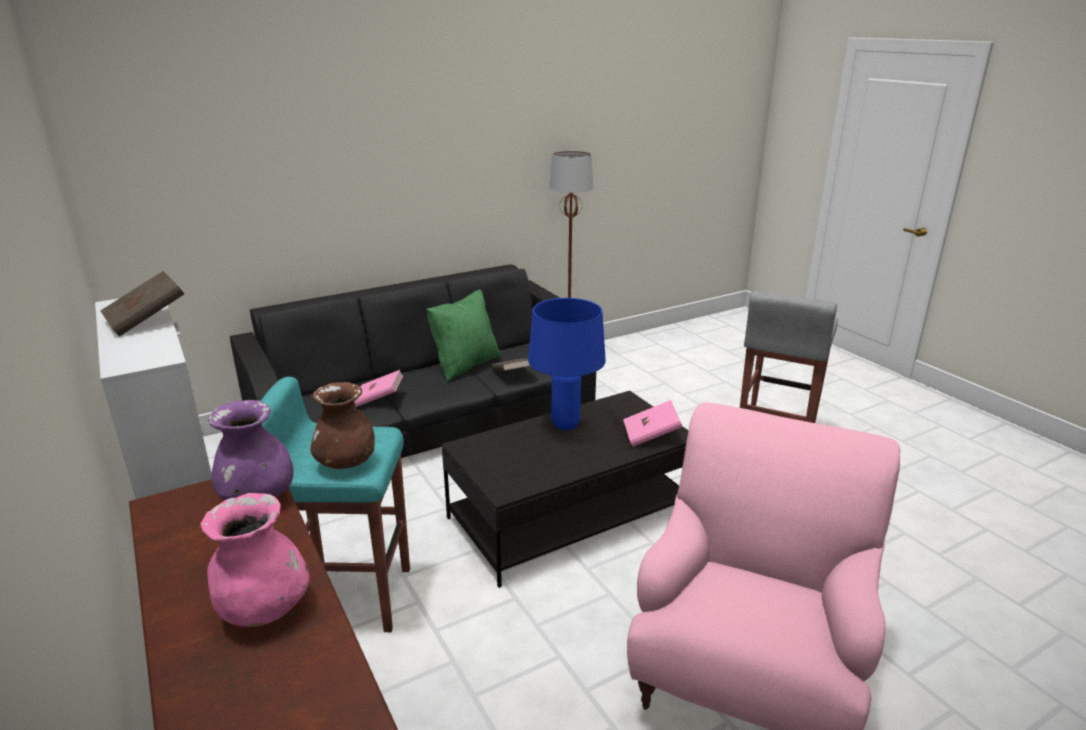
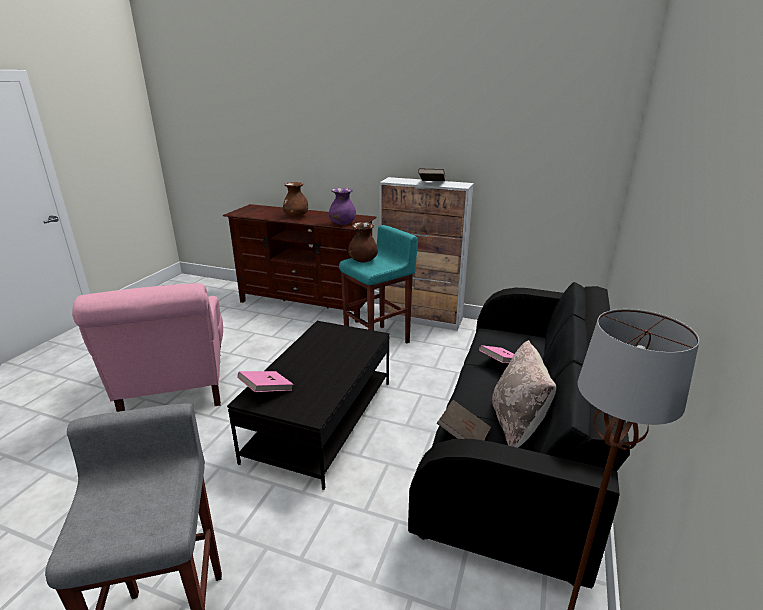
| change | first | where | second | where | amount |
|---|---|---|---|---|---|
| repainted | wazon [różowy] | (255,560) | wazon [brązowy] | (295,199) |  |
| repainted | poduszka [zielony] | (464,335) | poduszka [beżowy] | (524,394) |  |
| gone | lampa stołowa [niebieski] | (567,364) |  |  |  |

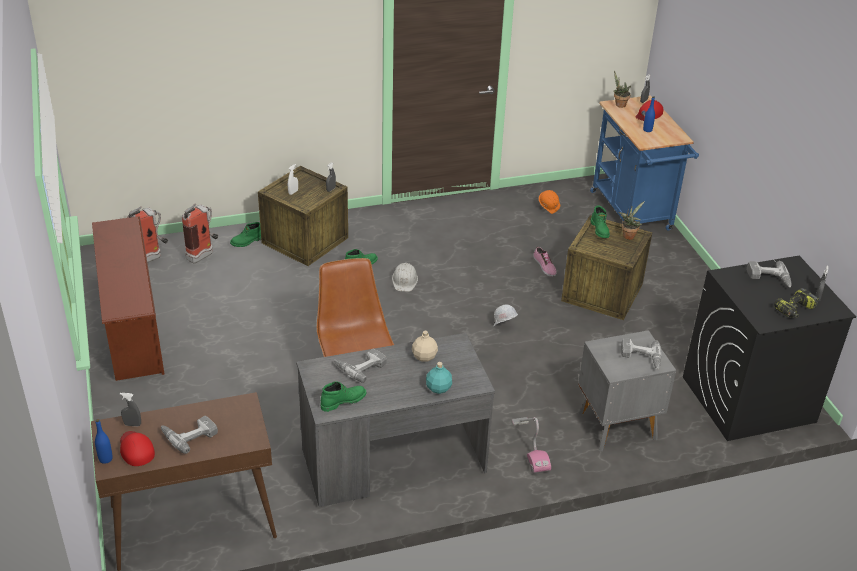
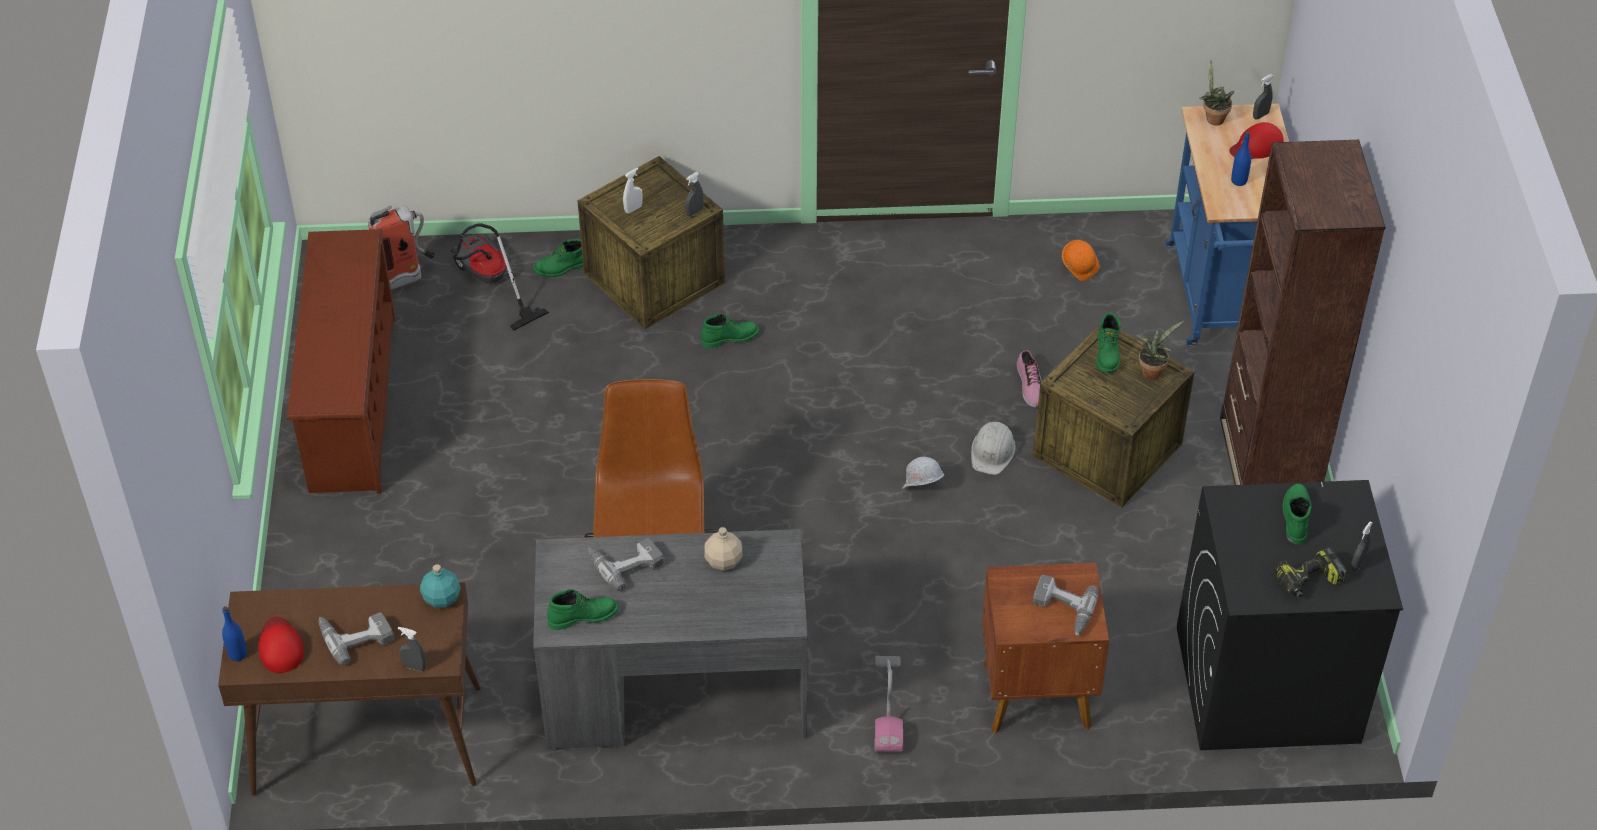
| change | first | where | second | where | amount |
|---|---|---|---|---|---|
| shifted | spryskiwacz [szary] | (130,409) |  | (412,649) |  |
| swapped | gaśnica | (200,233) | odkurzacz | (499,277) |  |
| shifted | kask [biały] | (405,277) |  | (993,448) |  |
| shifted | butelka [turkusowy] | (439,378) |  | (440,586) |  |
| repainted | szafka nocna [szary] | (627,390) | szafka nocna [brązowy] | (1045,648) |  |
| swapped | wiertarka | (769,274) | but z cholewką [zielony] | (1297,514) |  |
| new |  |  | regał [brązowy] | (1302,312) |  |

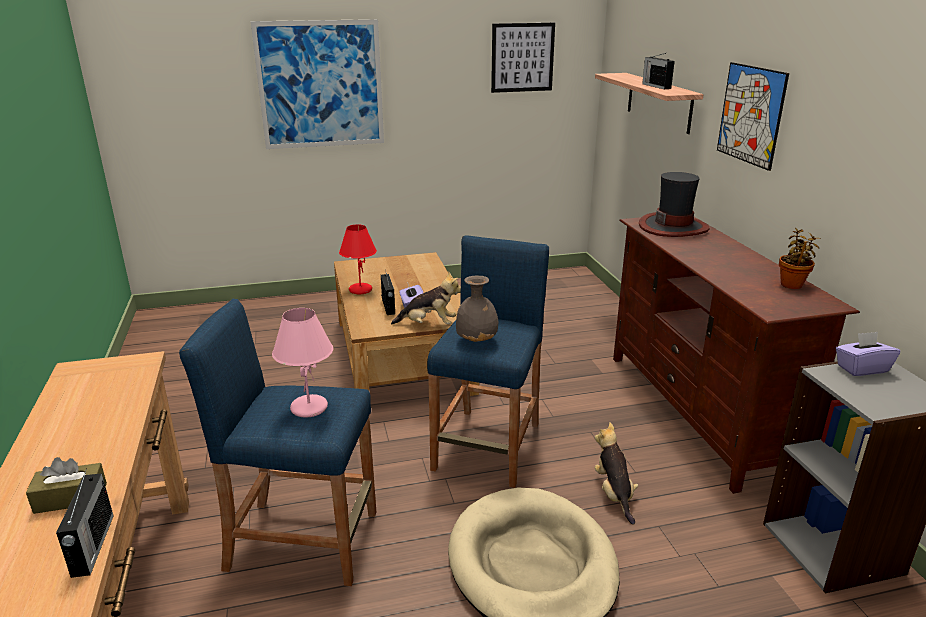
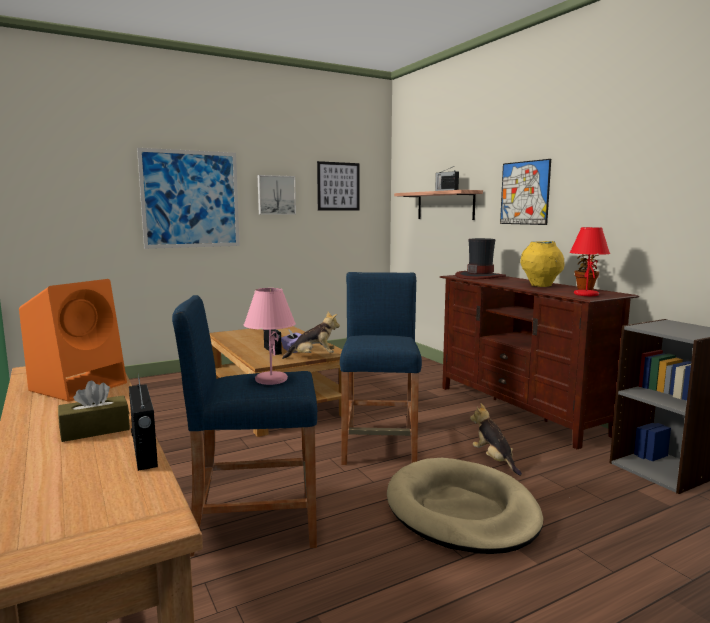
| change | first | where | second | where | amount |
|---|---|---|---|---|---|
| shifted | lampa stołowa [czerwony] | (358,259) |  | (590,261) |  |
| gone | wazon [szary] | (477,309) |  |  |  |
| gone | pudełko chusteczek [fioletowy] | (868,354) |  |  |  |
| new |  |  | głośnik [pomarańczowy] | (73,340) |  |
| new |  |  | obraz | (277,195) |  |
| new |  |  | wazon [żółty] | (542,264) |  |

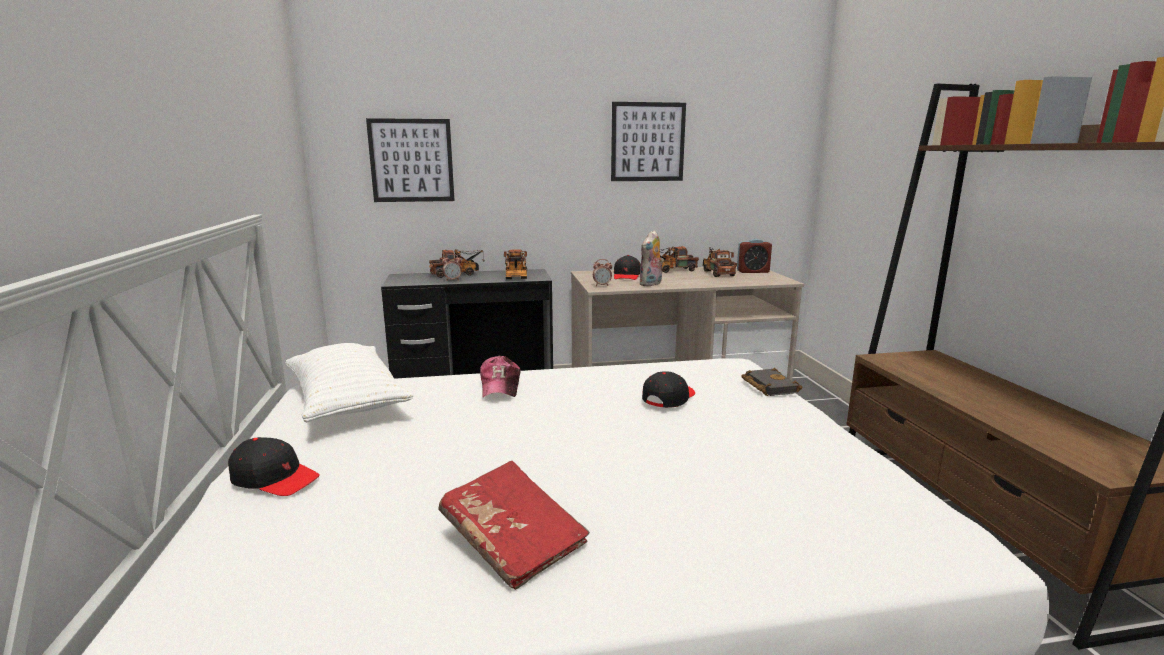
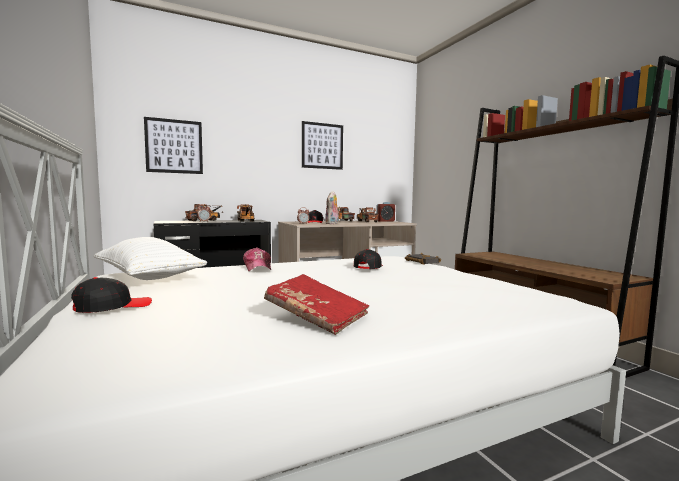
| change | first | where | second | where | amount |
|---|---|---|---|---|---|
| rotated | czapka z daszkiem [czarny] | (274,466) |  | (111,295) | 45 degrees counterclockwise |

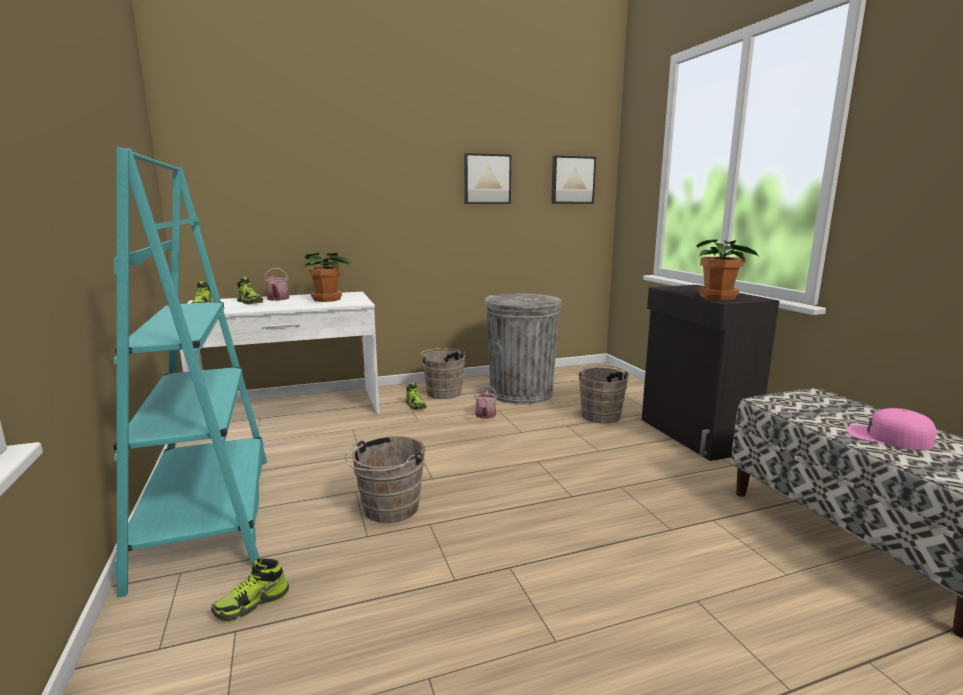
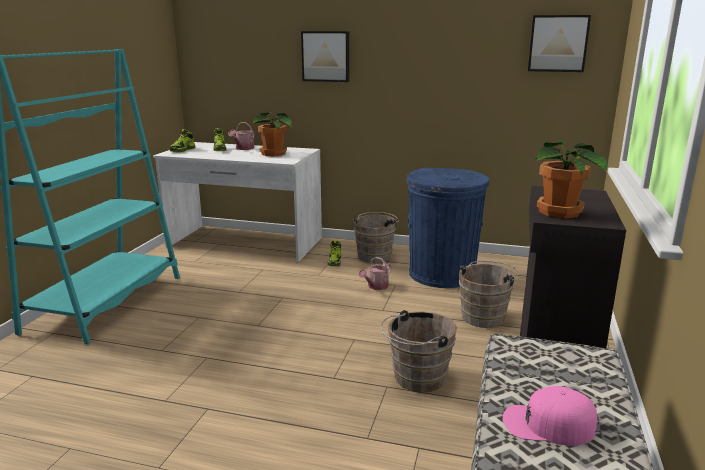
| change | first | where | second | where | amount |
|---|---|---|---|---|---|
| gone | but | (250,590) |  |  |  |
| shifted | wiadro [brązowy] | (385,479) |  | (419,351) |  |
| shifted | obraz | (487,178) |  | (325,56) |  |
| repainted | kosz na śmieci [szary] | (523,349) | kosz na śmieci [niebieski] | (447,228) |  |
| rotated | czapka z daszkiem [różowy] | (891,429) |  | (550,416) | 60 degrees counterclockwise |

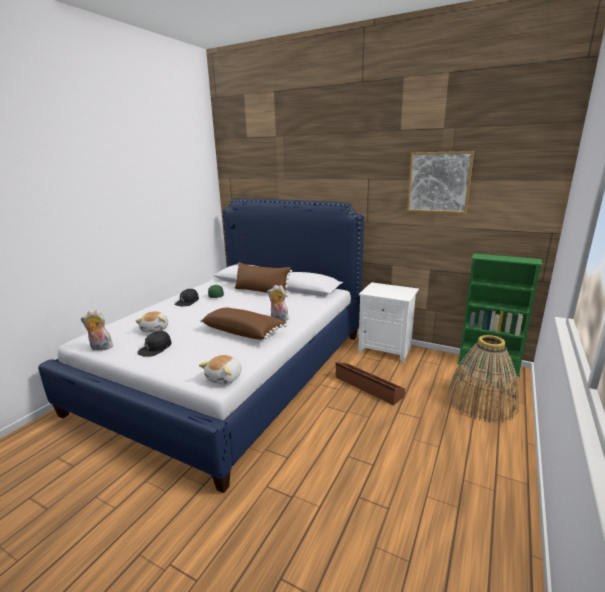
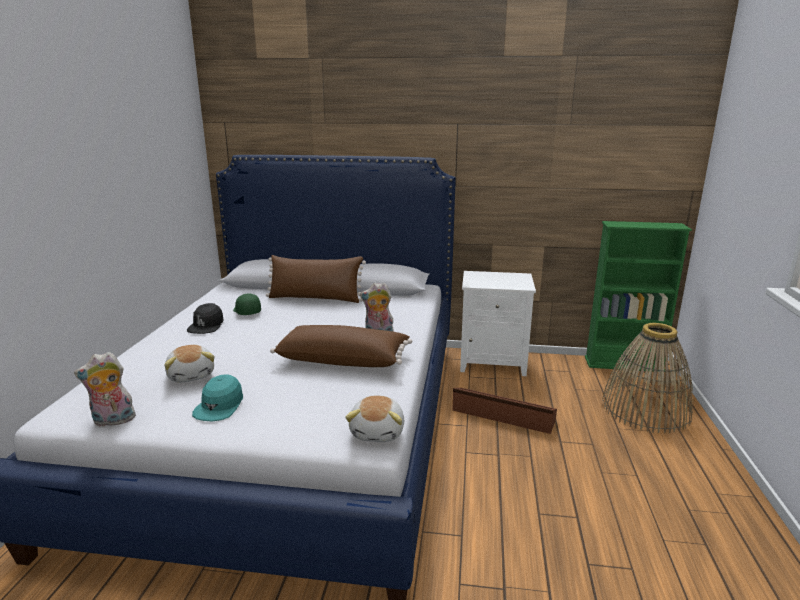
| change | first | where | second | where | amount |
|---|---|---|---|---|---|
| repainted | czapka z daszkiem [czarny] | (154,344) | czapka z daszkiem [turkusowy] | (217,398) |  |
| gone | obraz | (440,182) |  |  |  |

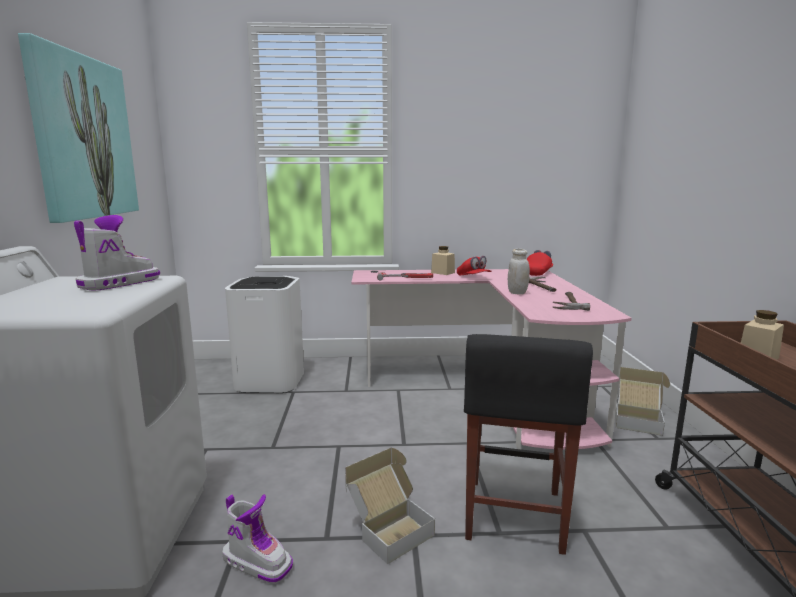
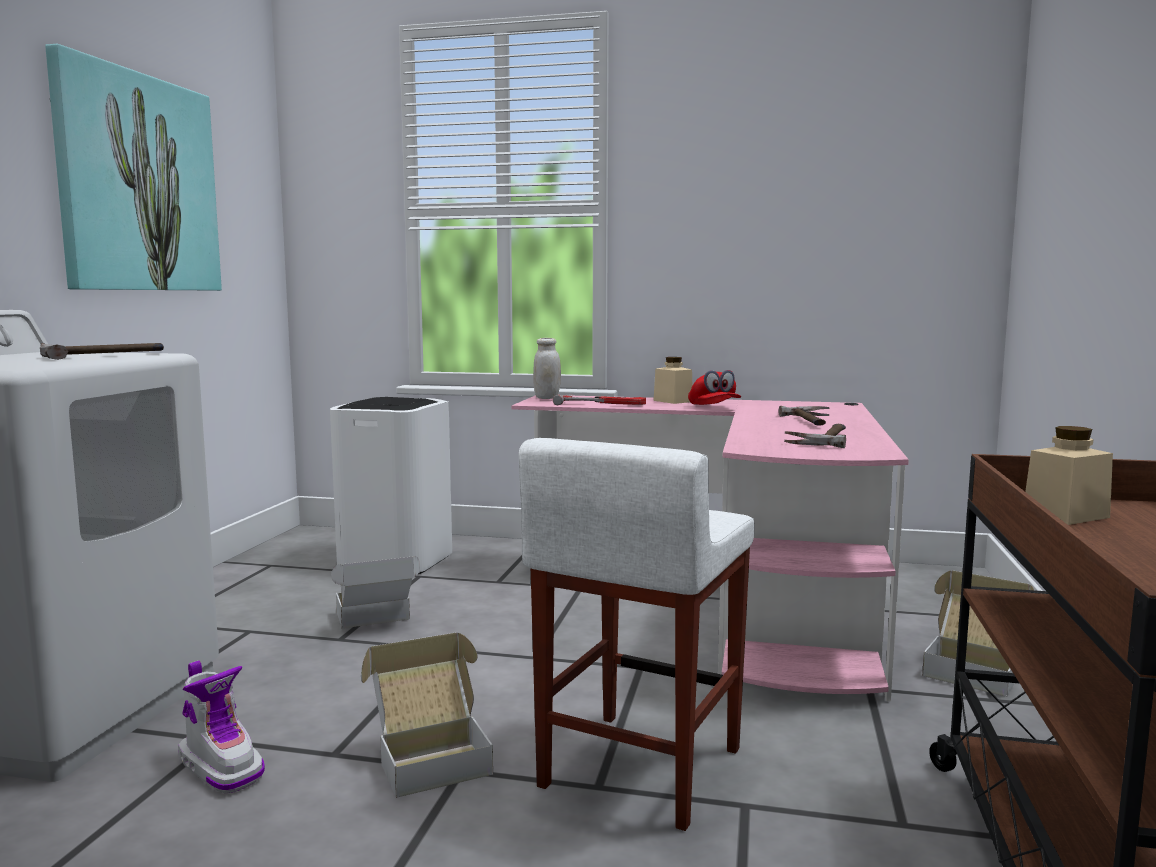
| change | first | where | second | where | amount |
|---|---|---|---|---|---|
| swapped | but z cholewką | (117,252) | młotek | (102,351) |  |
| repainted | stołek [czarny] | (528,444) | stołek [biały] | (637,634) |  |
| shifted | słoik [biały] | (519,271) |  | (547,368) |  |
| gone | czapka z daszkiem [czerwony] | (540,263) |  |  |  |
| new |  |  | karton | (375,592) |  |

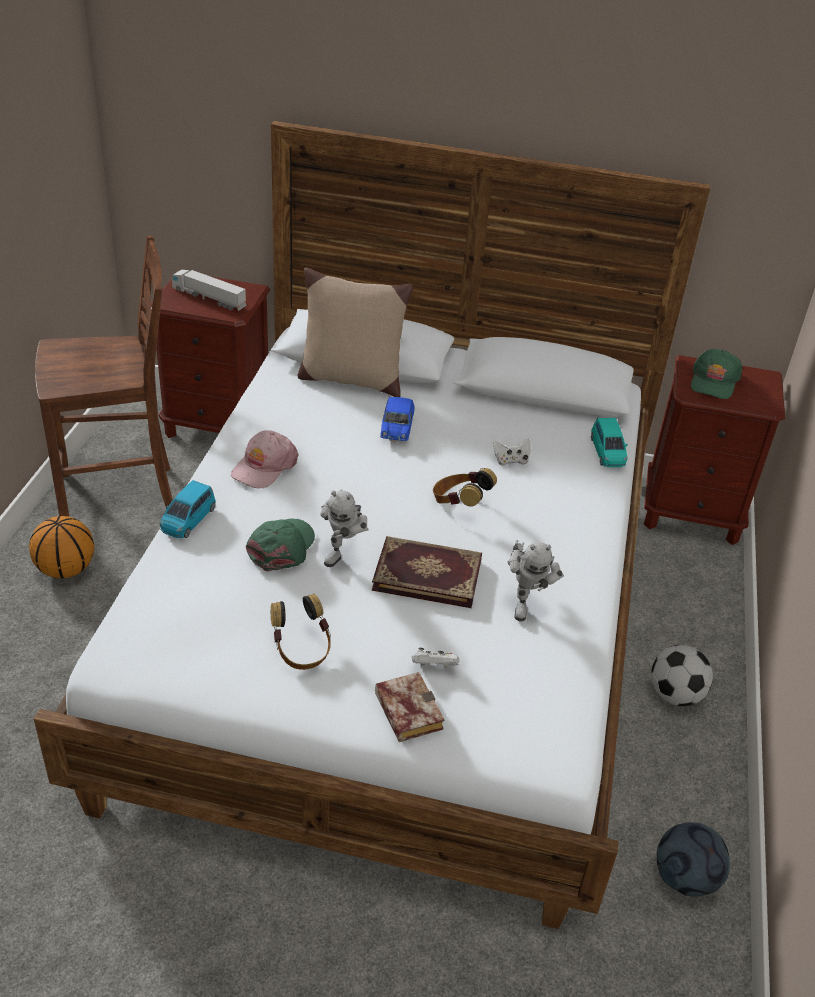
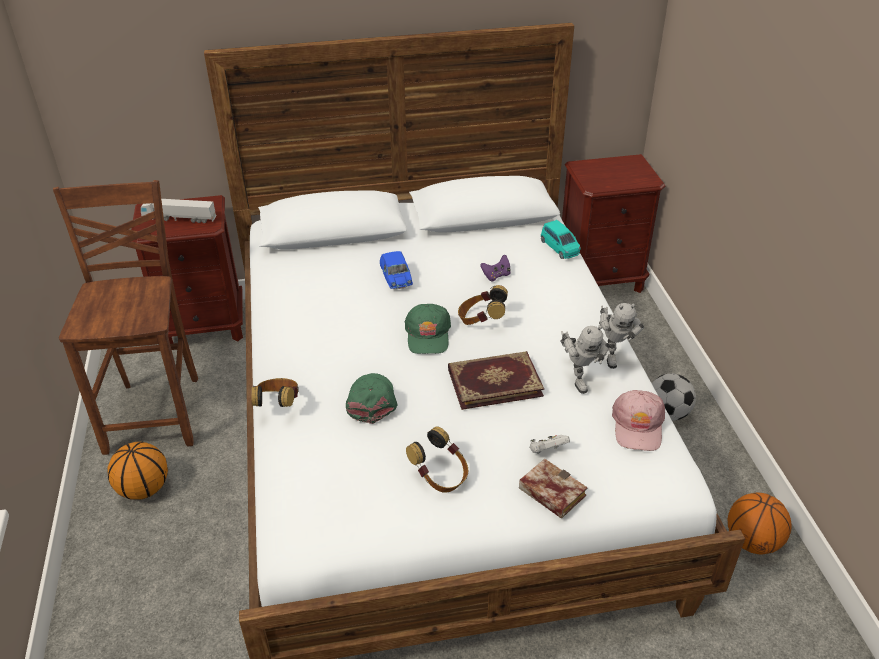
| change | first | where | second | where | amount |
|---|---|---|---|---|---|
| rotated | krzesło [brązowy] | (104,376) |  | (125,317) | 60 degrees counterclockwise |
| swapped | samochodzik [niebieski] | (187,509) | słuchawki | (275,392) |  |
| shifted | czapka z daszkiem [różowy] | (264,459) |  | (638,420) |  |
| gone | poduszka [beżowy] | (355,332) |  |  |  |
| shifted | robot zabawkowy | (344,528) |  | (621,336) |  |
| repainted | pad do gier [biały] | (512,452) | pad do gier [fioletowy] | (495,267) |  |
| swapped | piłka futbolowa | (693,859) | piłka do koszykówki | (760,523) |  |
| shifted | czapka z daszkiem [zielony] | (716,374) |  | (428,329) |  |

